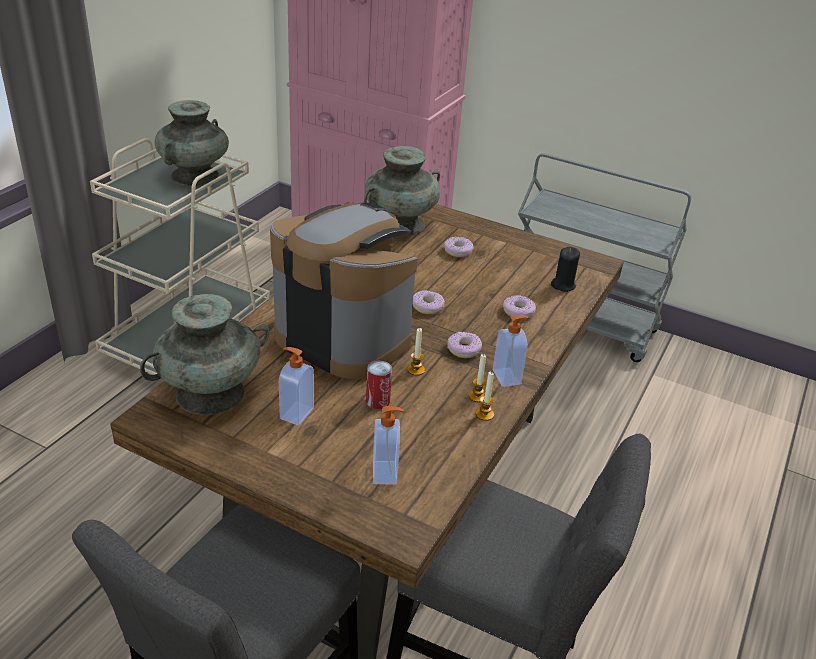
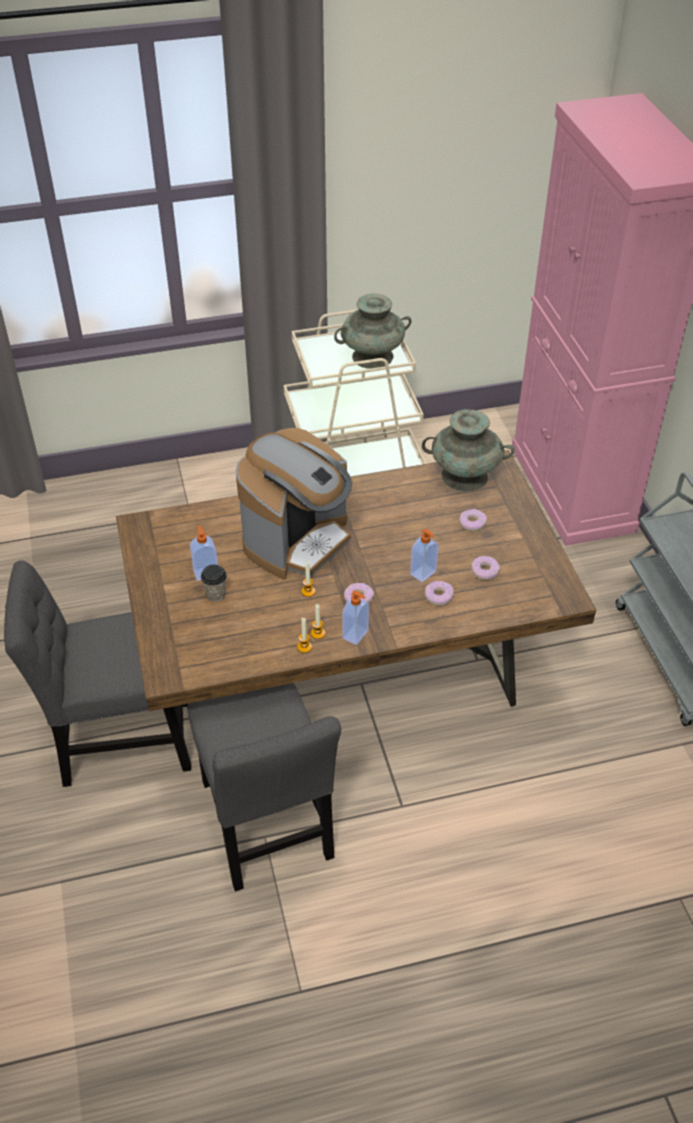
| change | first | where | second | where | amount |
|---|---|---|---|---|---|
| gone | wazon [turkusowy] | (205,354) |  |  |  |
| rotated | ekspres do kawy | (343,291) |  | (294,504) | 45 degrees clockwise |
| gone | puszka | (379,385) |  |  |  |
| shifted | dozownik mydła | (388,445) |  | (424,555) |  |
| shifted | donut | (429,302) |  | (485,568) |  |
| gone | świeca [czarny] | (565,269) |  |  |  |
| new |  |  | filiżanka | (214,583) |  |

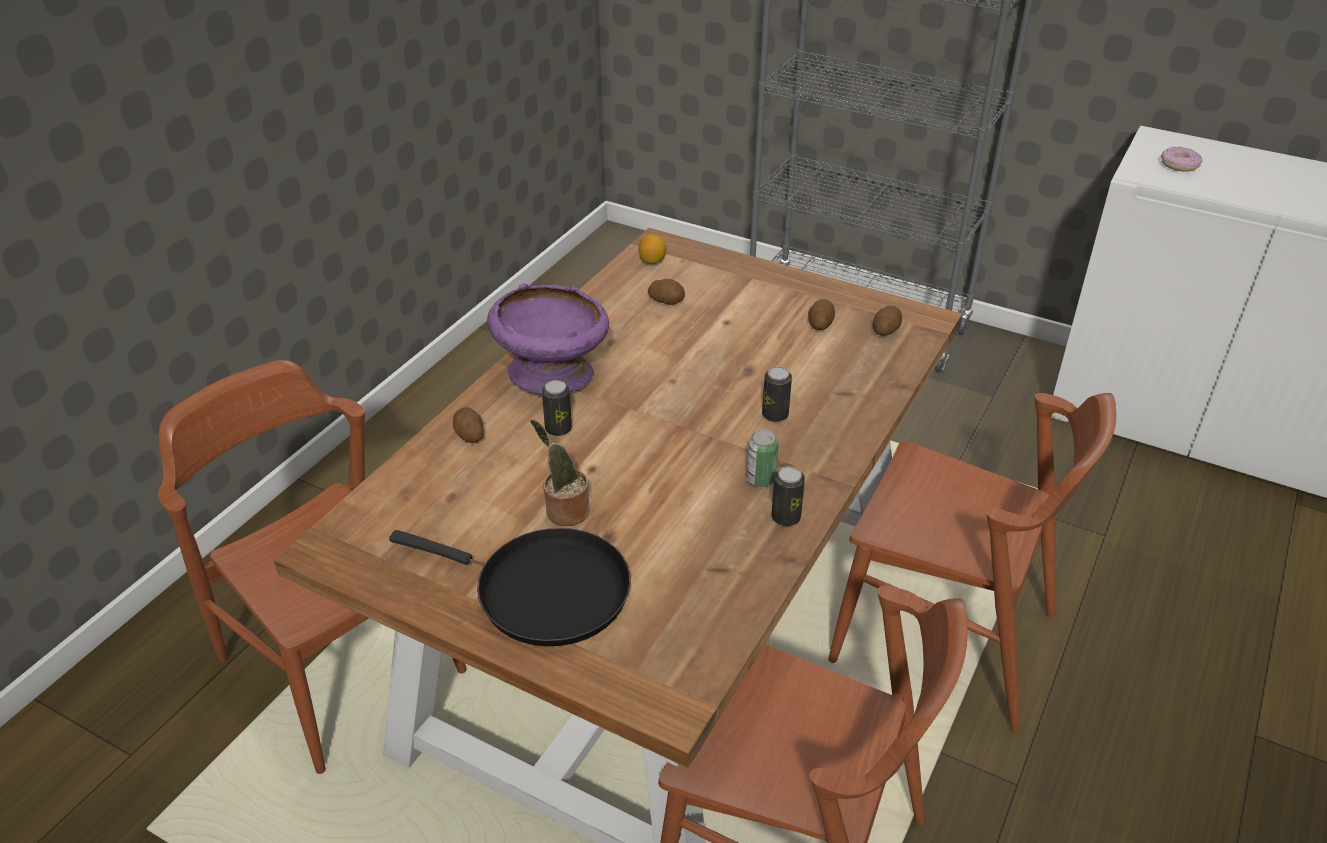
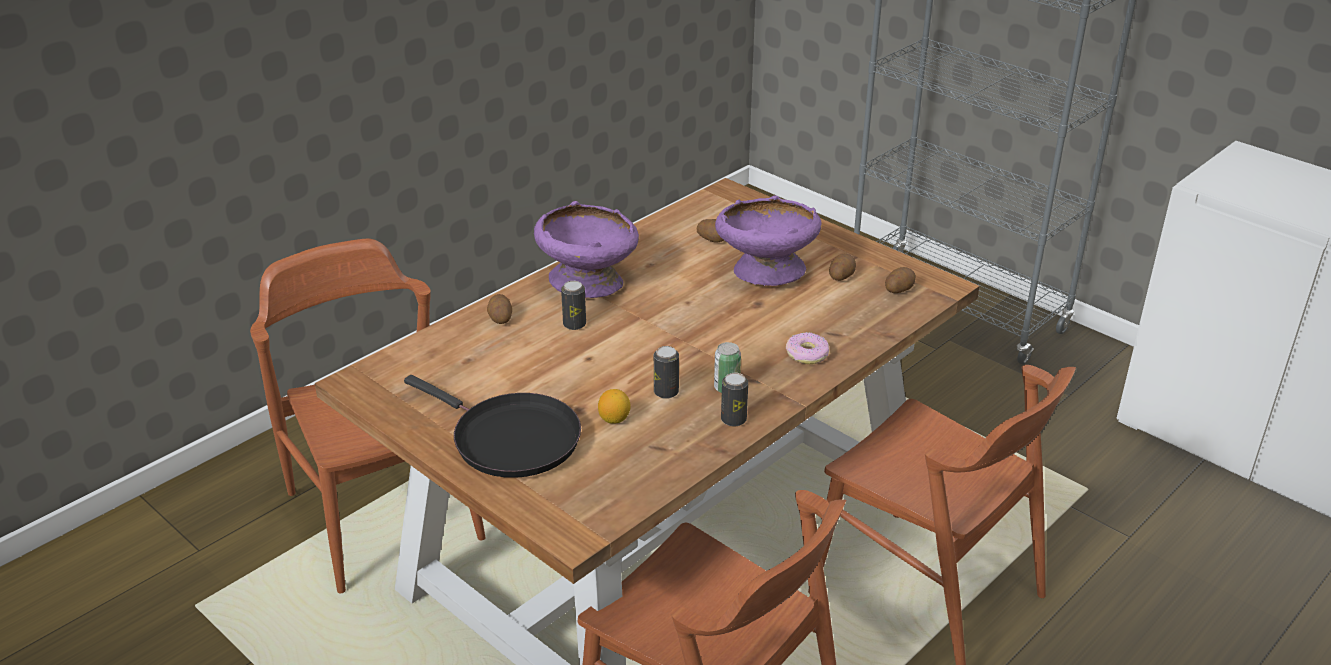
| change | first | where | second | where | amount |
|---|---|---|---|---|---|
| gone | roślina doniczkowa | (560,472) |  |  |  |
| shifted | cytryna | (652,249) |  | (614,406) |  |
| shifted | puszka | (777,394) |  | (666,372) |  |
| shifted | donut | (1181,159) |  | (807,348) |  |
| new |  |  | miska [fioletowy] | (768,240) |  |

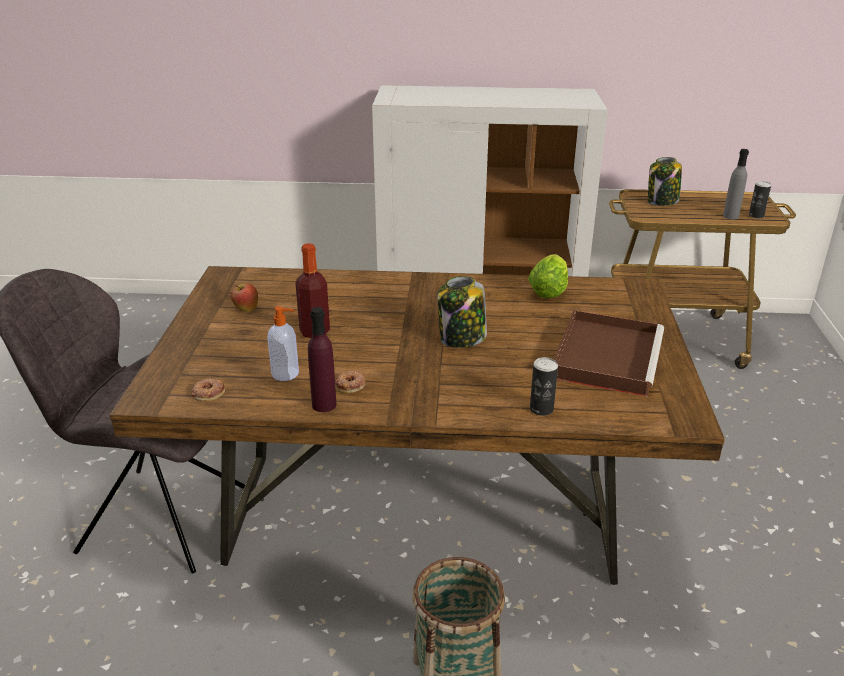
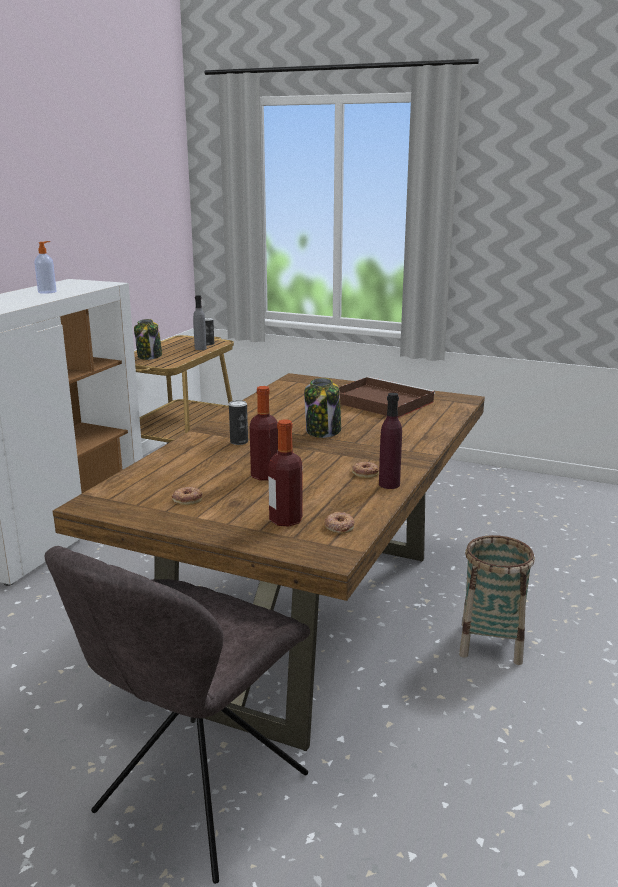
| change | first | where | second | where | amount |
|---|---|---|---|---|---|
| swapped | jabłko | (244,297) | donut | (187,495) |  |
| shifted | dozownik mydła | (283,343) |  | (45,267) |  |
| gone | sałata | (548,276) |  |  |  |
| shifted | puszka | (544,386) |  | (238,422) |  |
| new |  |  | butelka | (285,473) |  |

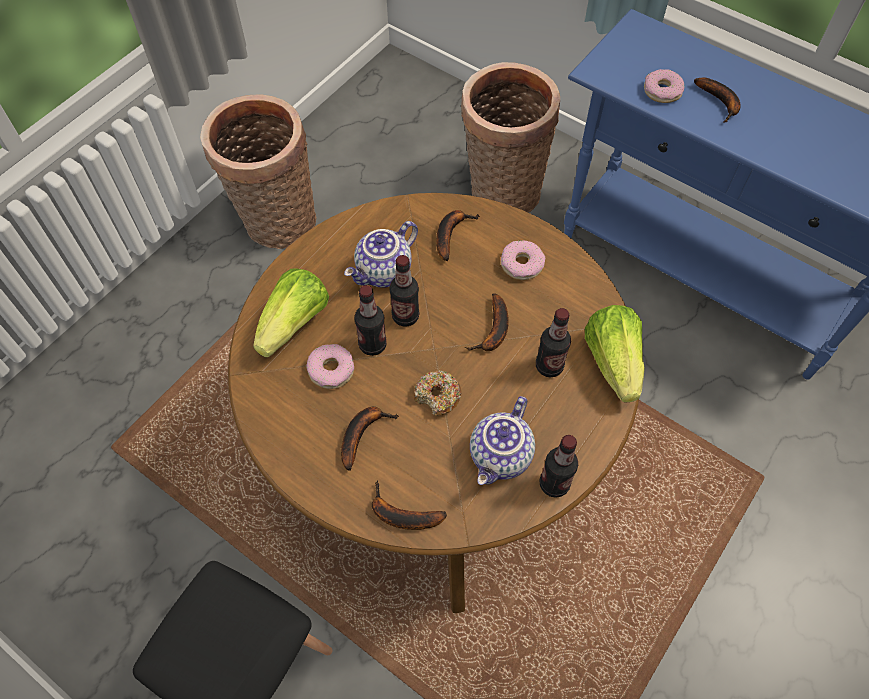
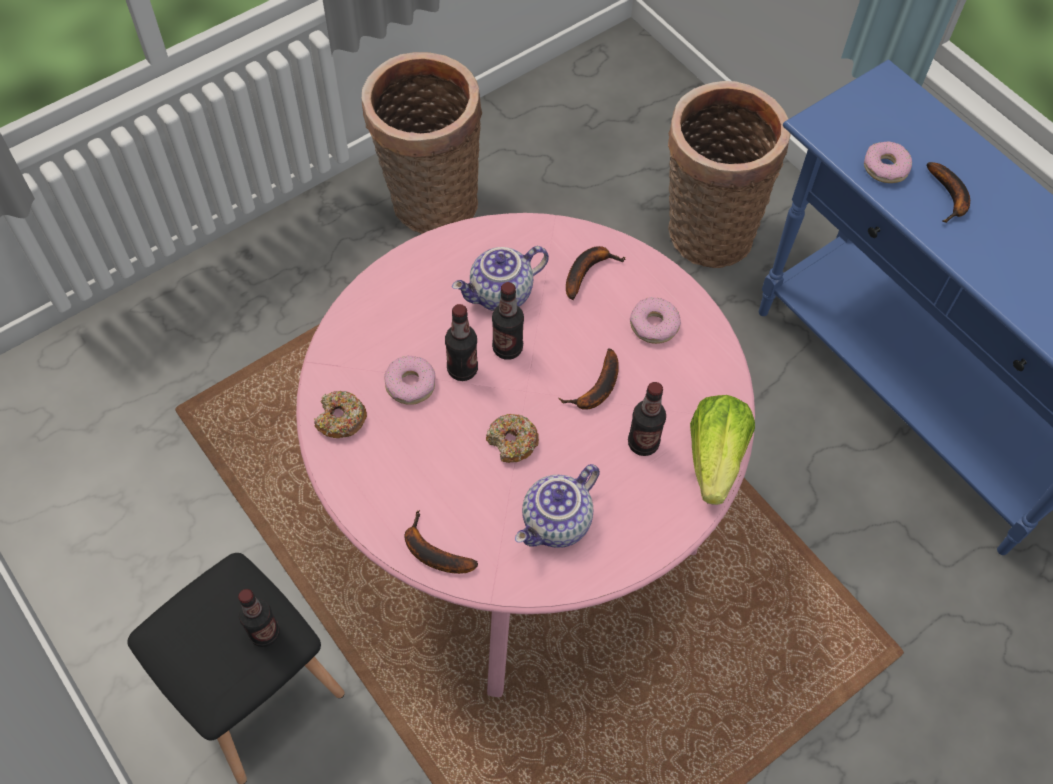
| change | first | where | second | where | amount |
|---|---|---|---|---|---|
| repainted | stół jadalny [brązowy] | (433,403) | stół jadalny [różowy] | (525,455) |  |
| gone | sałata | (291,312) |  |  |  |
| gone | banan | (370,439) |  |  |  |
| shifted | butelka | (559,466) |  | (259,618) |  |
| new |  |  | donut | (340,414) |  |

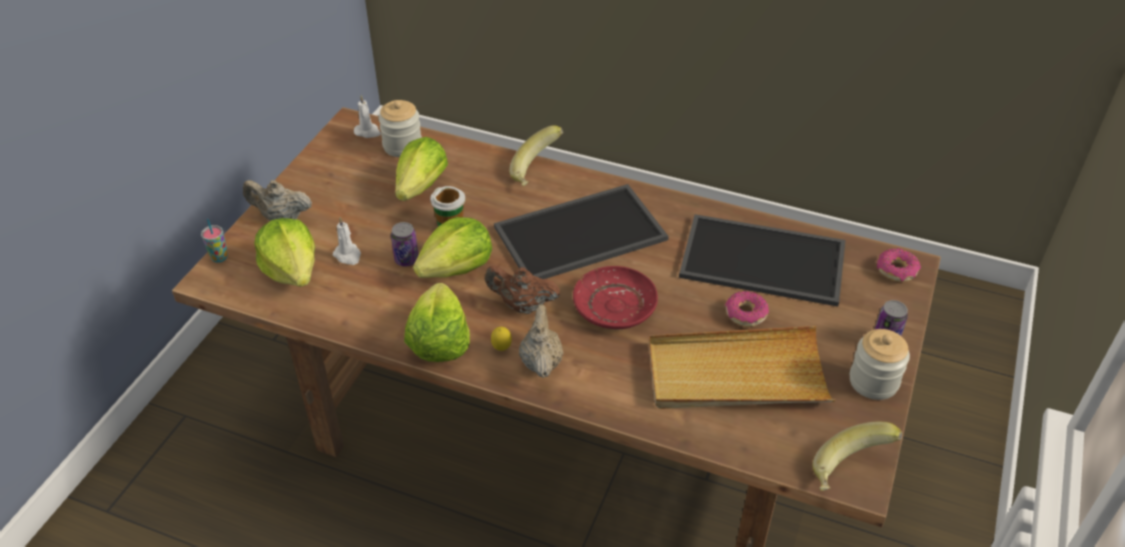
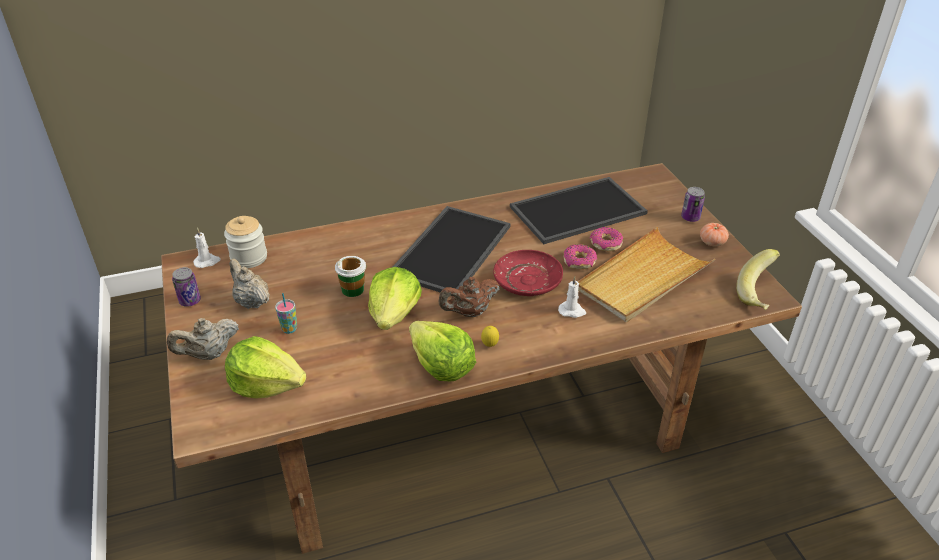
| change | first | where | second | where | amount |
|---|---|---|---|---|---|
| shifted | filiżanka | (214,241) |  | (286,313) |  |
| shifted | świeca [biały] | (347,241) |  | (572,297) |  |
| shifted | puszka | (405,244) |  | (186,287) |  |
| gone | sałata | (421,169) |  |  |  |
| gone | banan | (536,155) |  |  |  |
| shifted | imbryk [beżowy] | (541,341) |  | (249,284) |  |
| swapped | słoik | (880,364) | pomidor | (714,234) |  |
| shifted | donut | (899,265) |  | (580,257) |  |

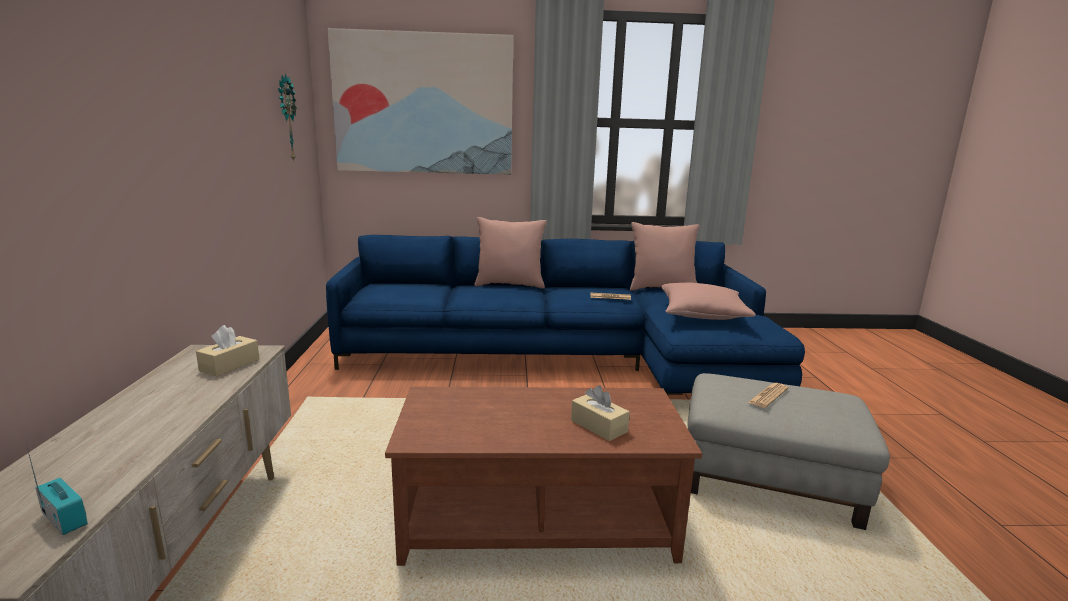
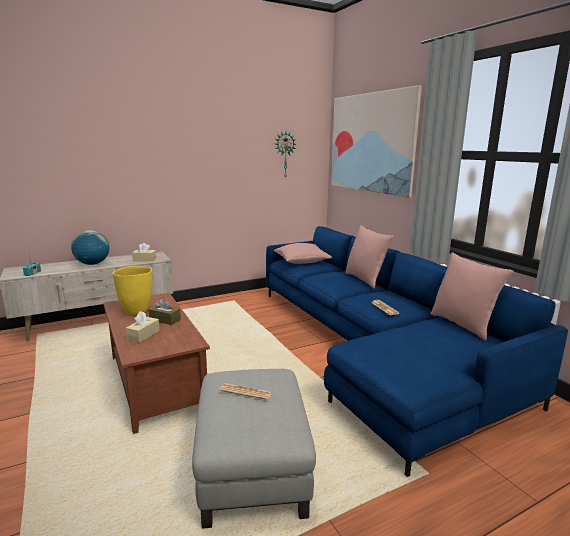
| change | first | where | second | where | amount |
|---|---|---|---|---|---|
| shifted | poduszka [różowy] | (708,301) |  | (303,253) |  |
| new |  |  | globus | (90,247) |  |
| new |  |  | wazon [żółty] | (132,290) |  |
| new |  |  | pudełko chusteczek [brązowy] | (165,311) |  |

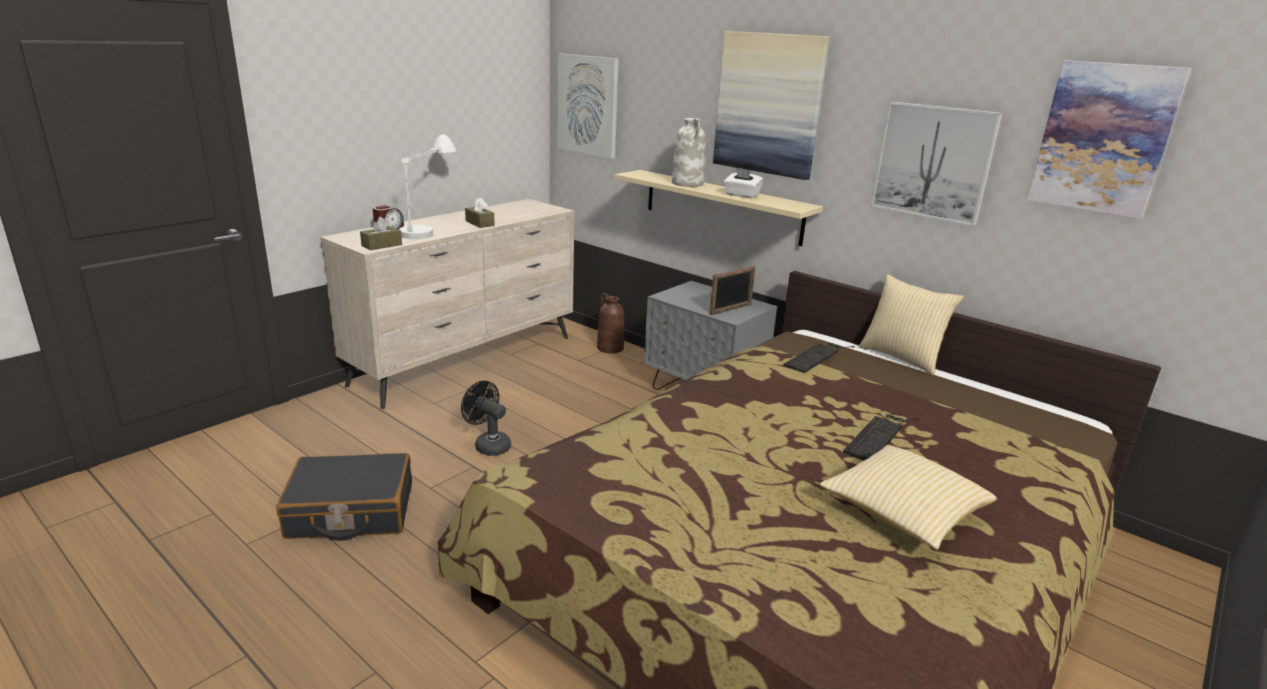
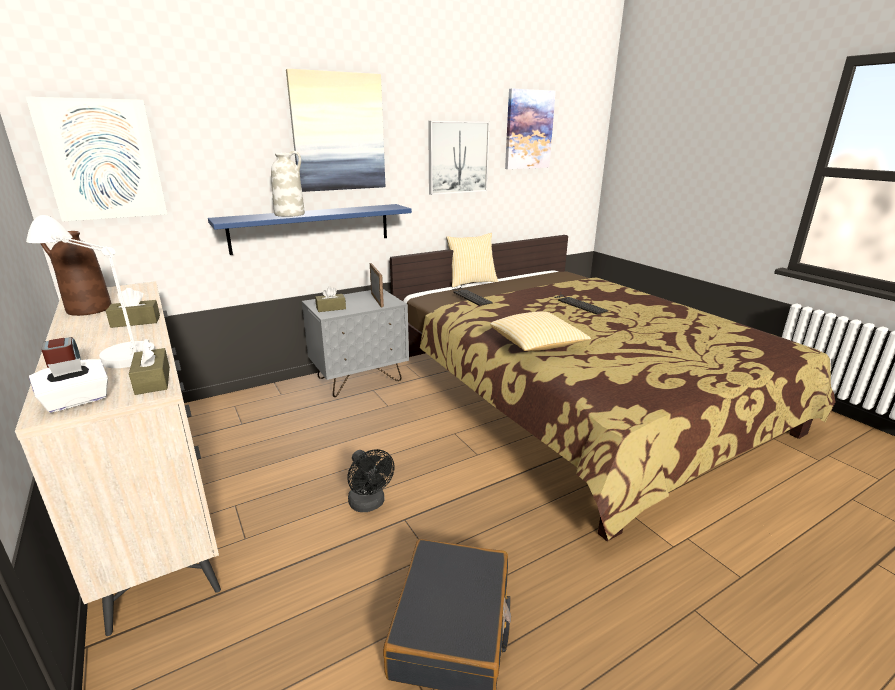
| change | first | where | second | where | amount |
|---|---|---|---|---|---|
| rotated | wentylator [czarny] | (486,418) |  | (371,480) | 90 degrees counterclockwise |
| shifted | wazon [brązowy] | (610,323) |  | (76,273) |  |
| repainted | półka [beżowy] | (718,208) | półka [niebieski] | (310,229) |  |
| shifted | pudełko chusteczek [biały] | (743,183) |  | (68,385) |  |
| shifted | poduszka | (908,497) |  | (540,331) |  |
| new |  |  | pudełko chusteczek [brązowy] | (330,299) |  |

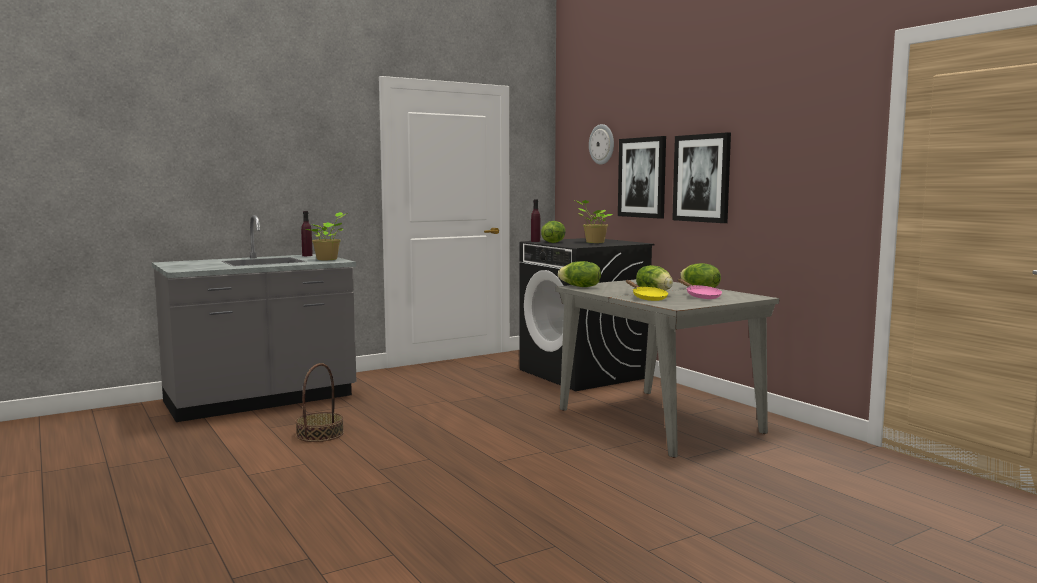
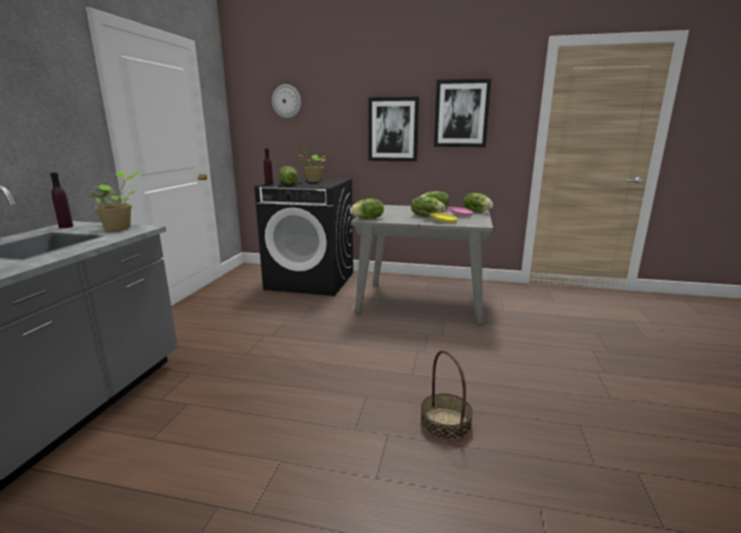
| change | first | where | second | where | amount |
|---|---|---|---|---|---|
| shifted | koszyk | (320,402) |  | (446,395) |  |
| shifted | obraz | (642,177) |  | (462,113) |  |
| new |  |  | sałata | (478,202) |  |

